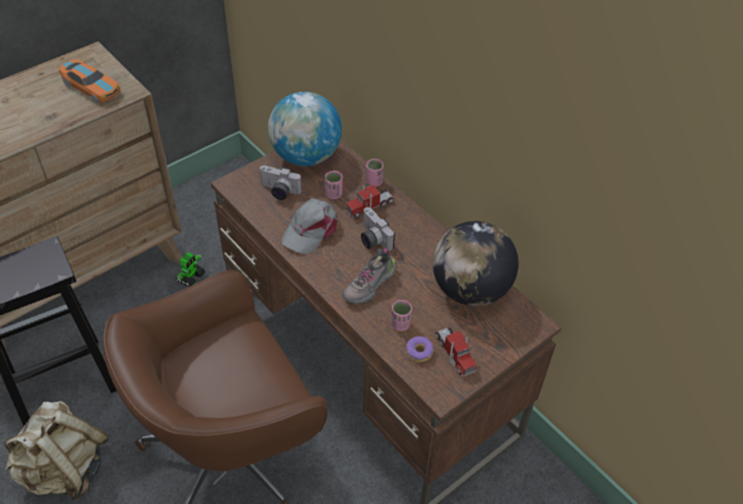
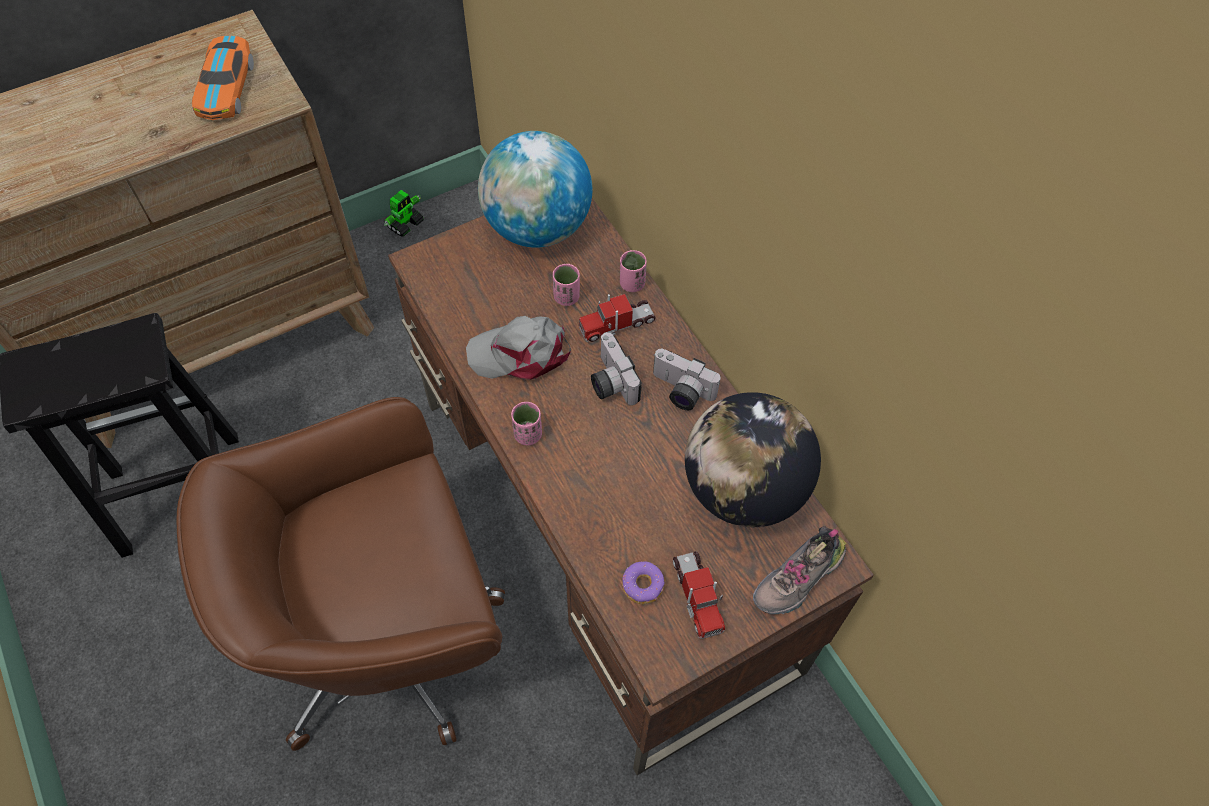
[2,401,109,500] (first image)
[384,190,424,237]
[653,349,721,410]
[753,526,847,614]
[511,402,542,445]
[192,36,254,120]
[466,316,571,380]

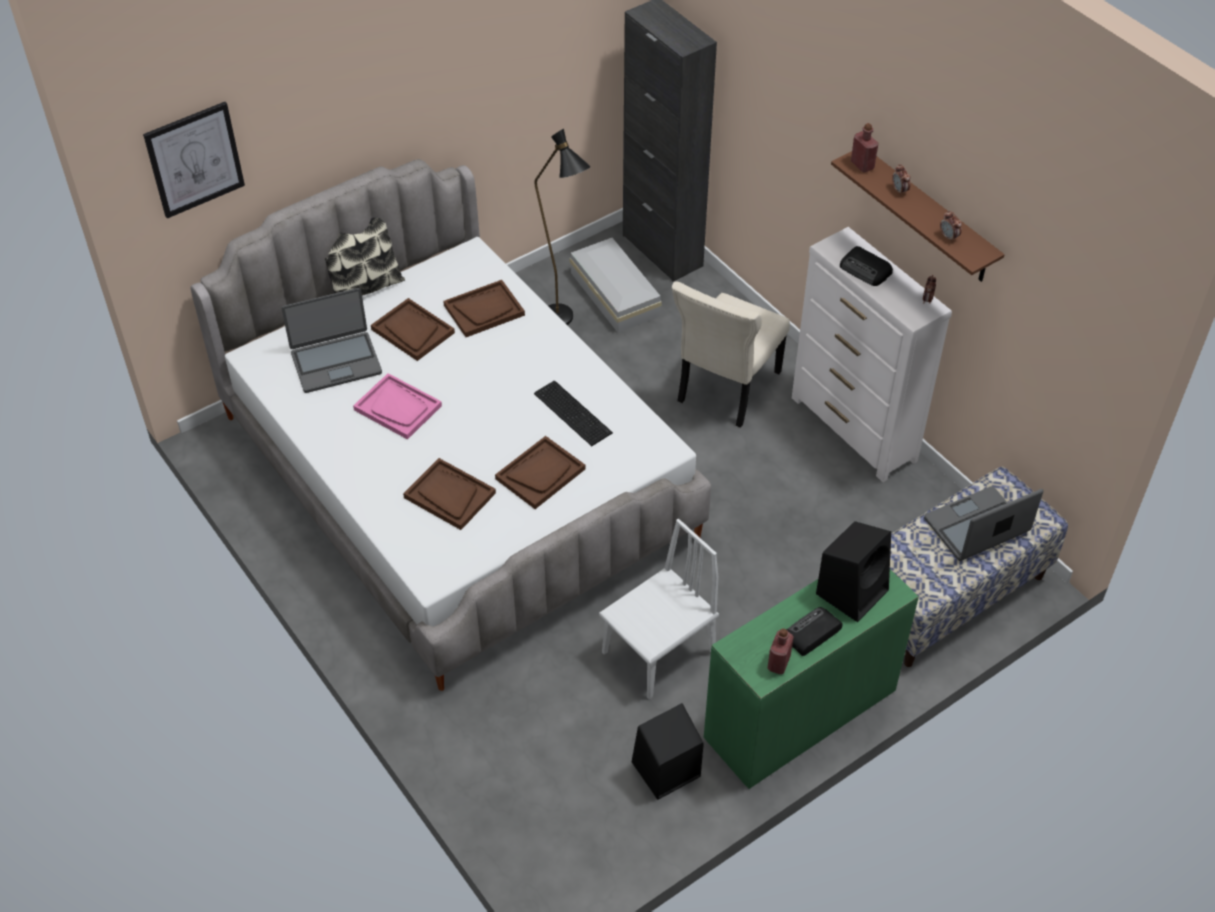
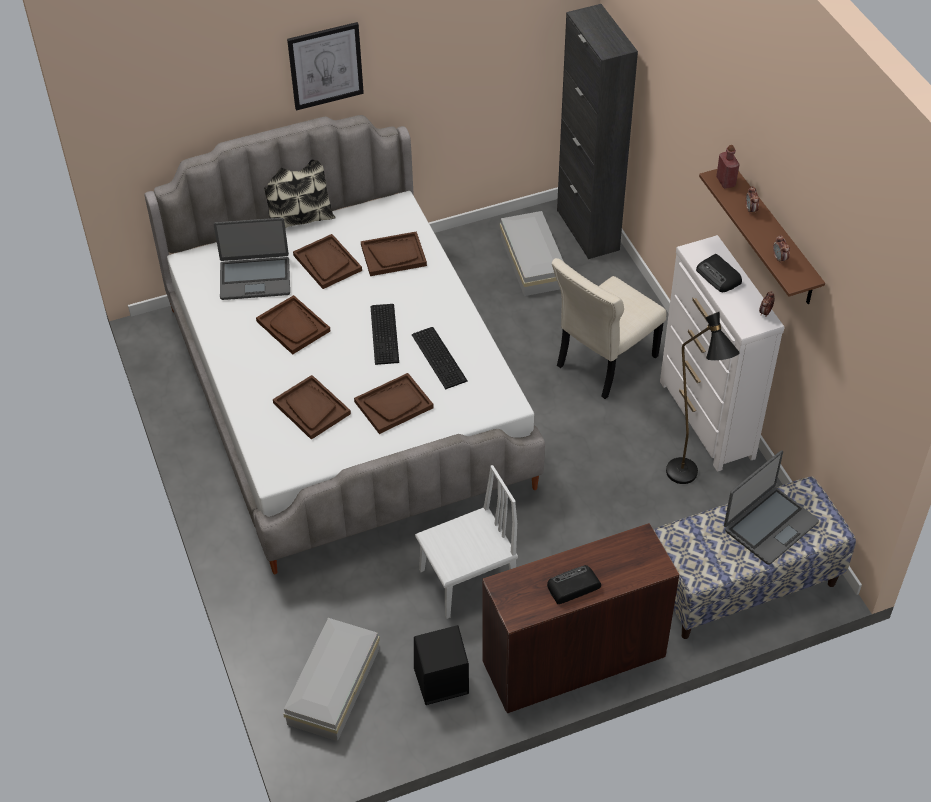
[768,628,794,674] (first image)
[816,521,891,622] (first image)
[283,618,380,741]
[370,304,399,365]
[287,22,364,111]
[666,311,740,484]
[256,295,330,355]
[482,523,679,713]
[724,450,819,565]

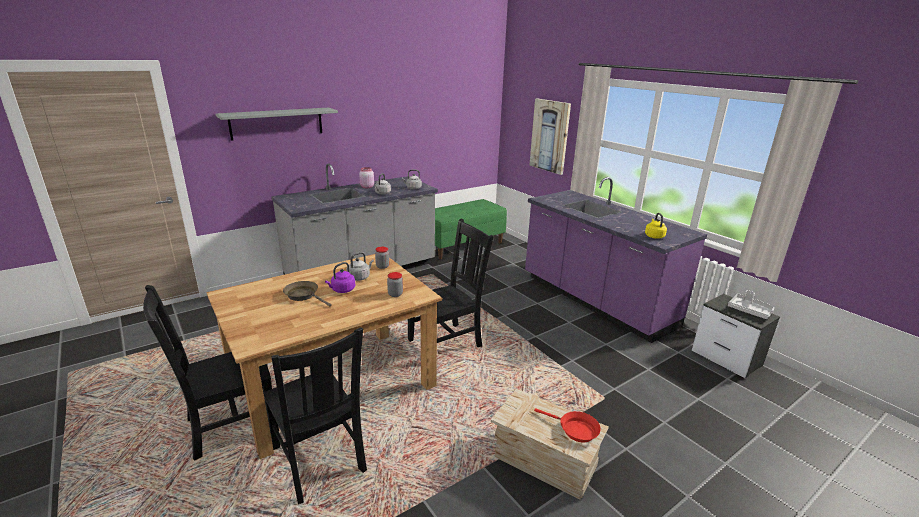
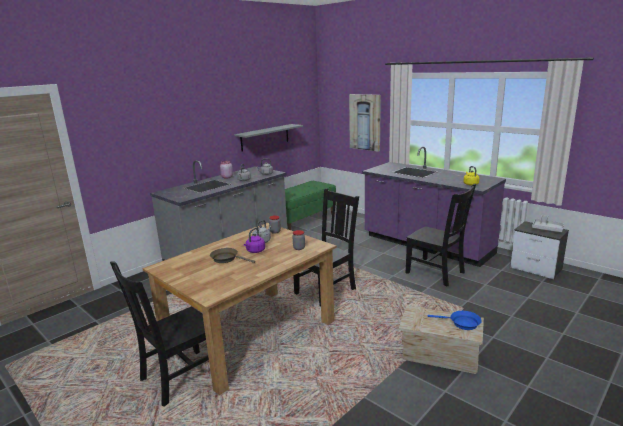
[234,124,303,152]
[406,184,476,286]
[428,311,482,330]

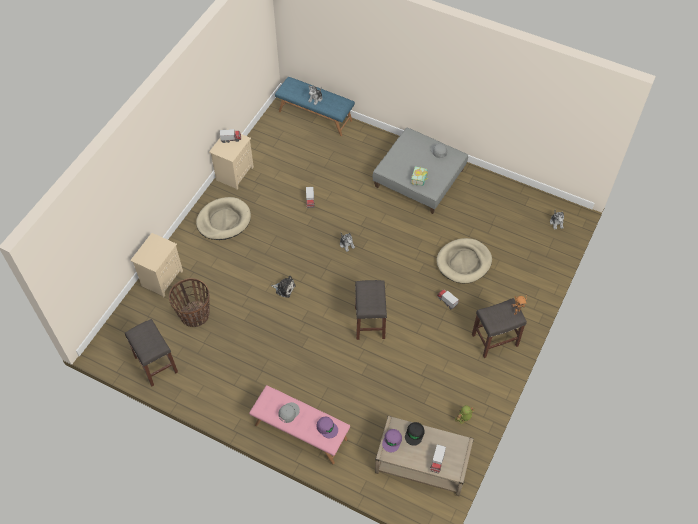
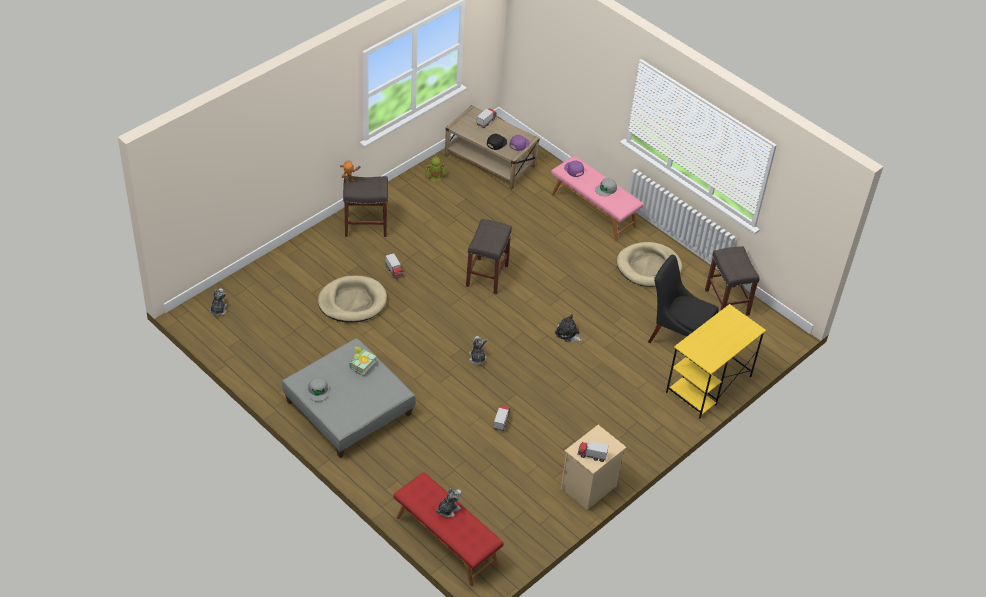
[617,242,682,287]
[666,304,766,419]
[648,255,719,343]
[393,472,504,586]

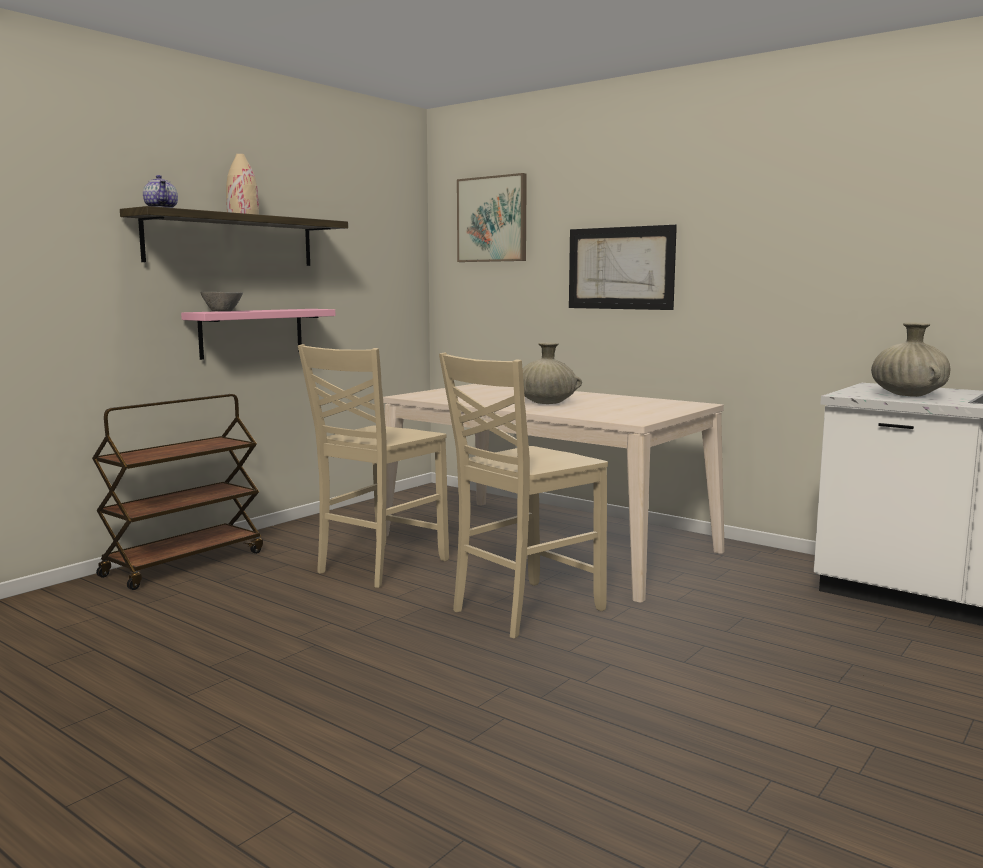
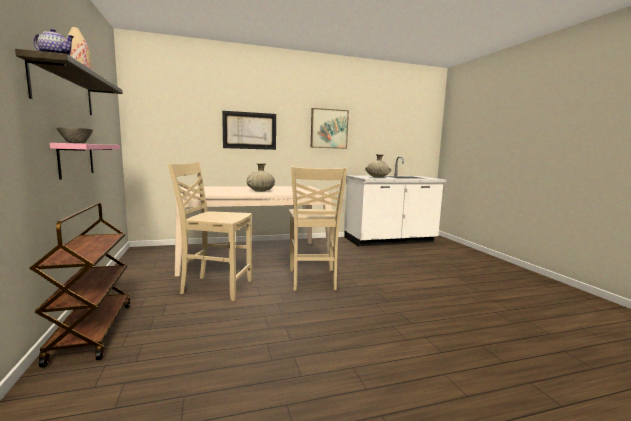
[311,108,349,149]
[168,162,252,301]

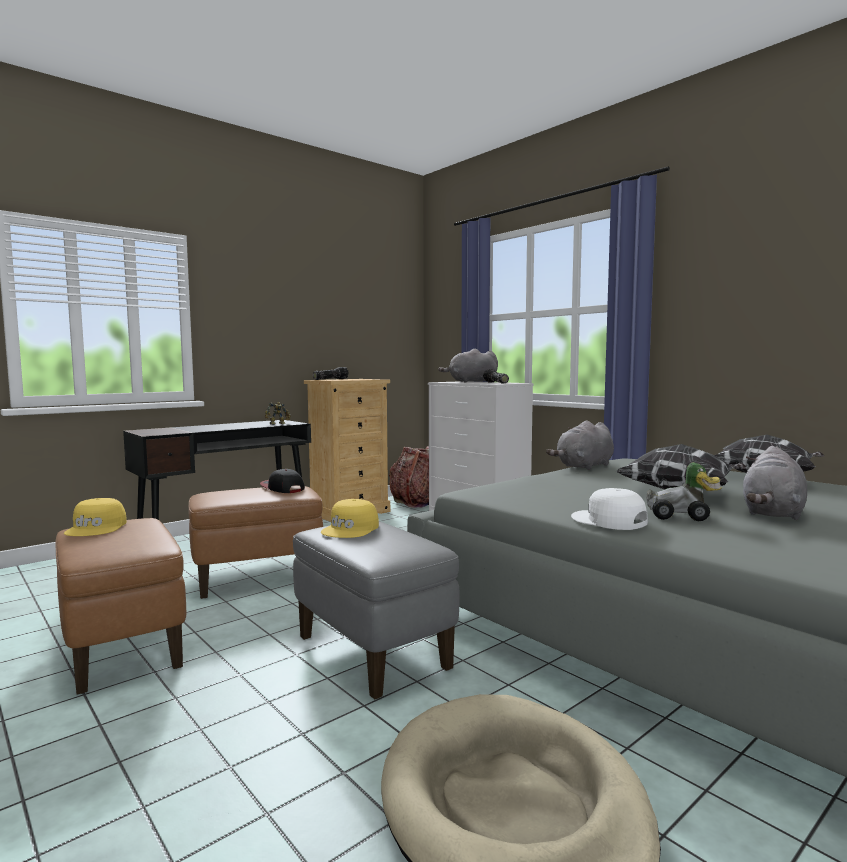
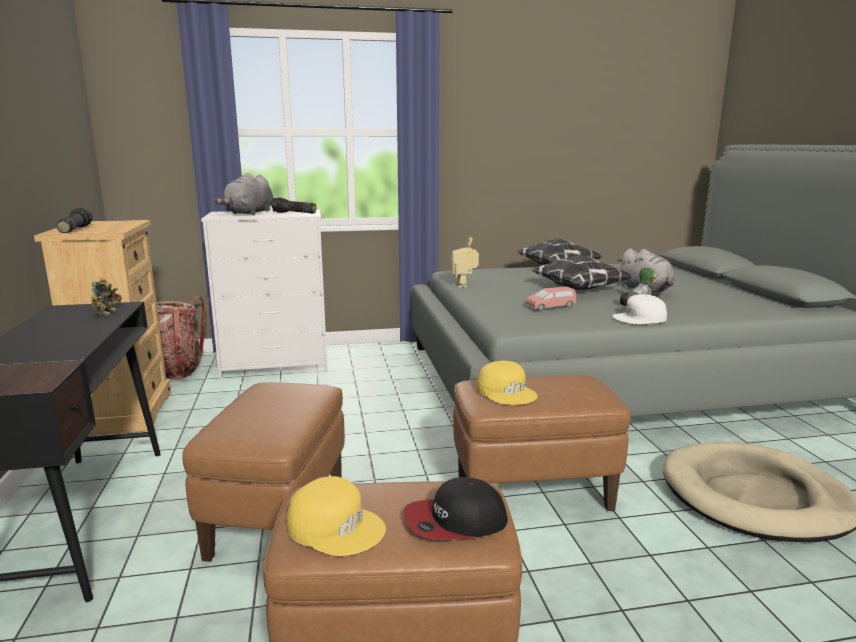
[525,286,576,311]
[404,477,508,540]
[452,237,479,287]
[453,375,631,511]

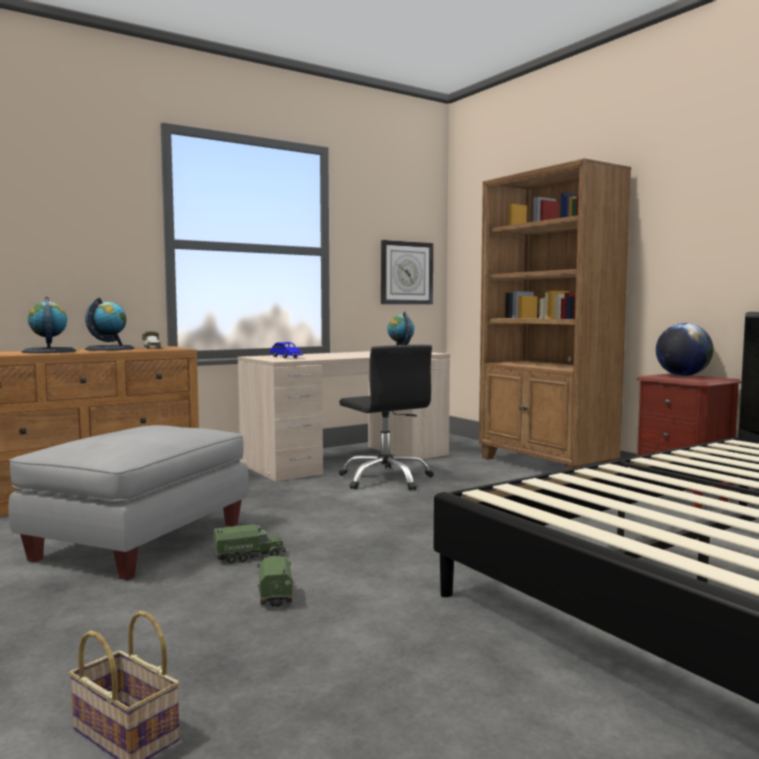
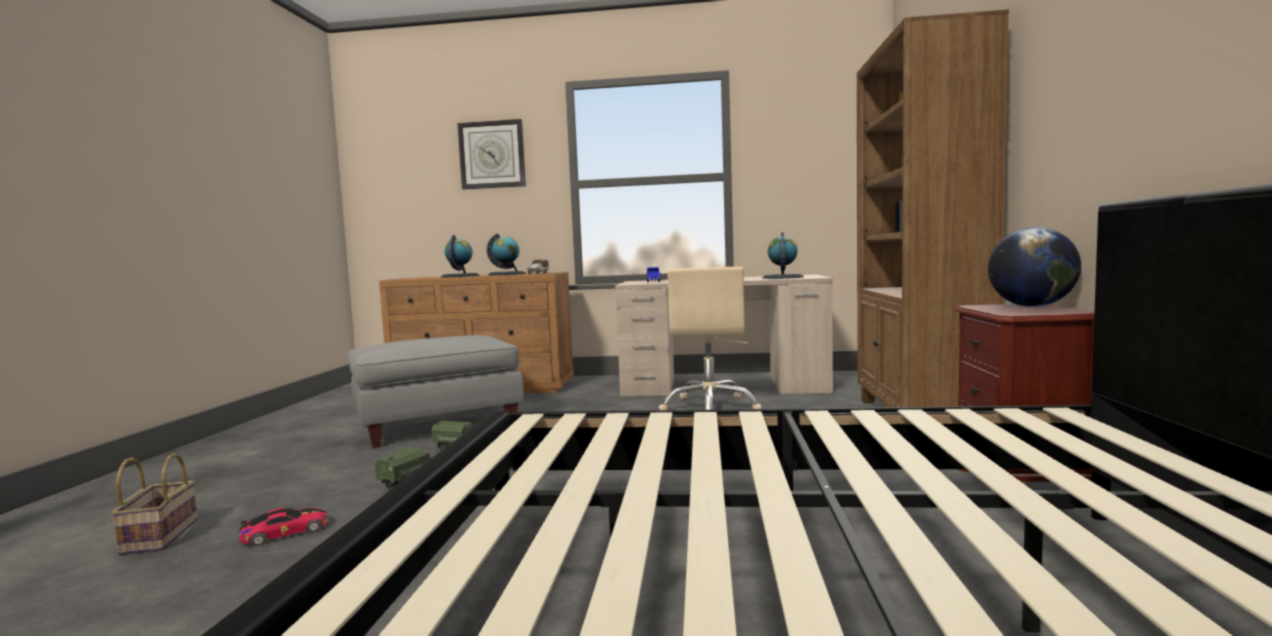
[239,507,329,546]
[458,119,526,190]
[659,267,762,410]

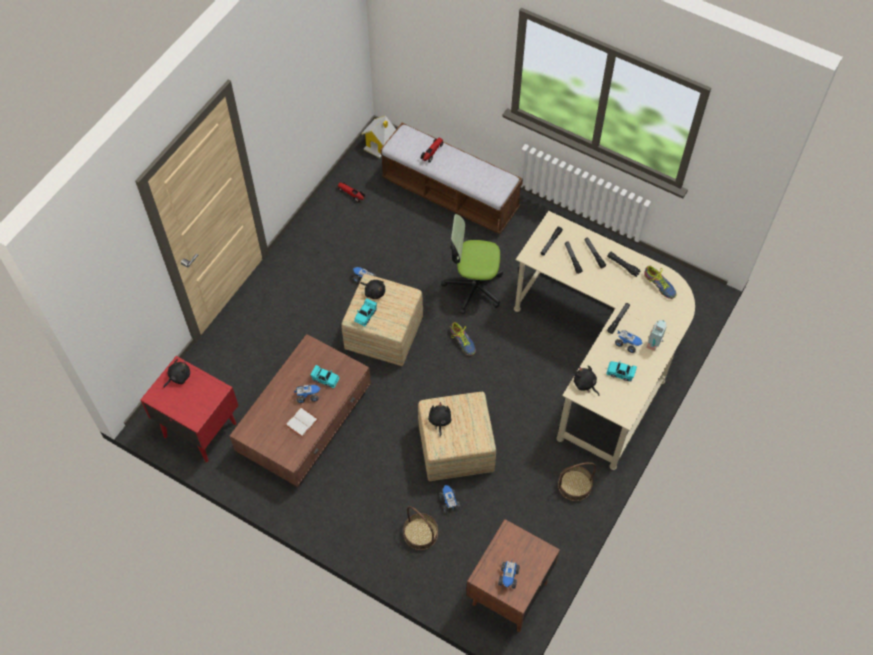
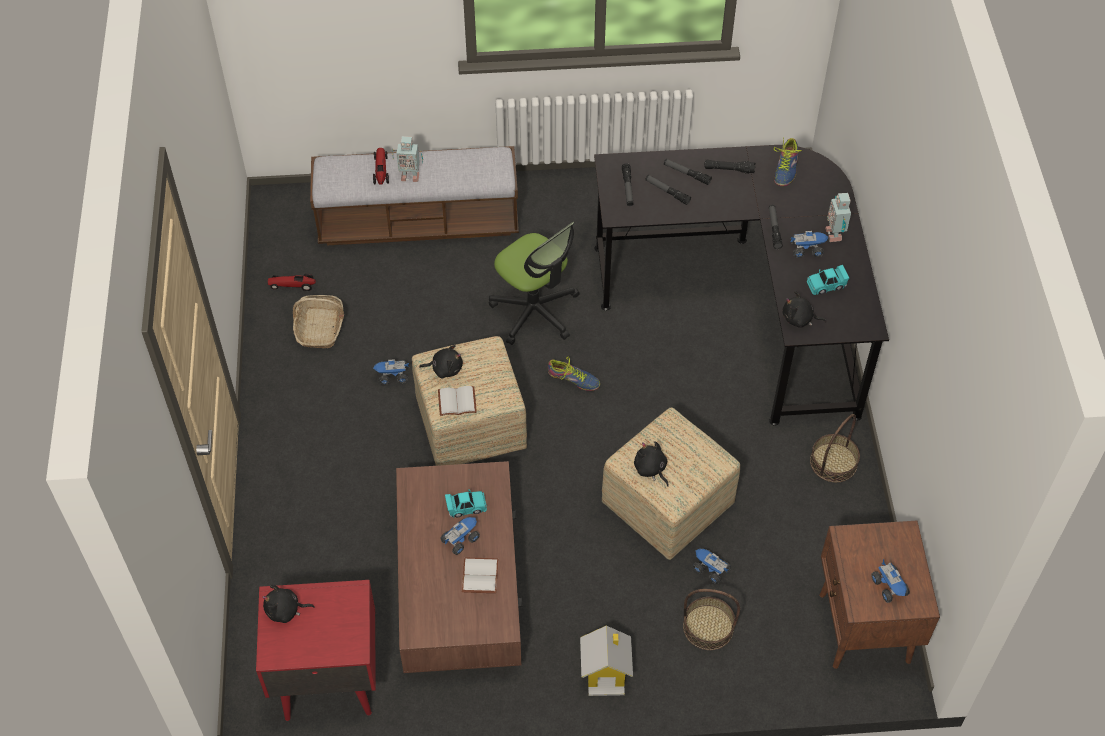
[293,295,344,348]
[392,136,423,182]
[580,626,633,696]
[438,386,477,416]
[594,145,889,426]
[262,585,315,623]
[489,222,579,345]
[774,138,802,186]

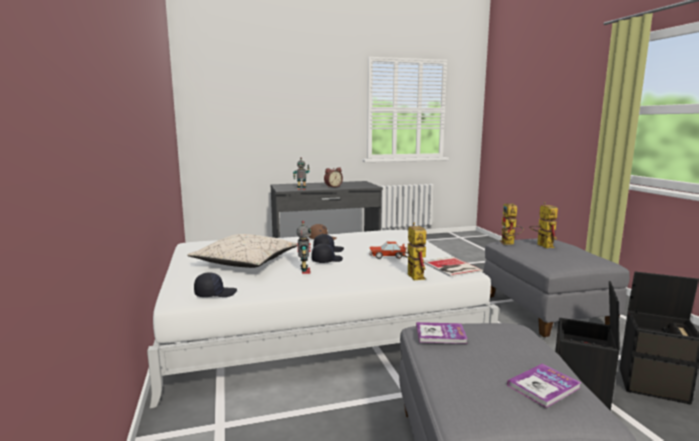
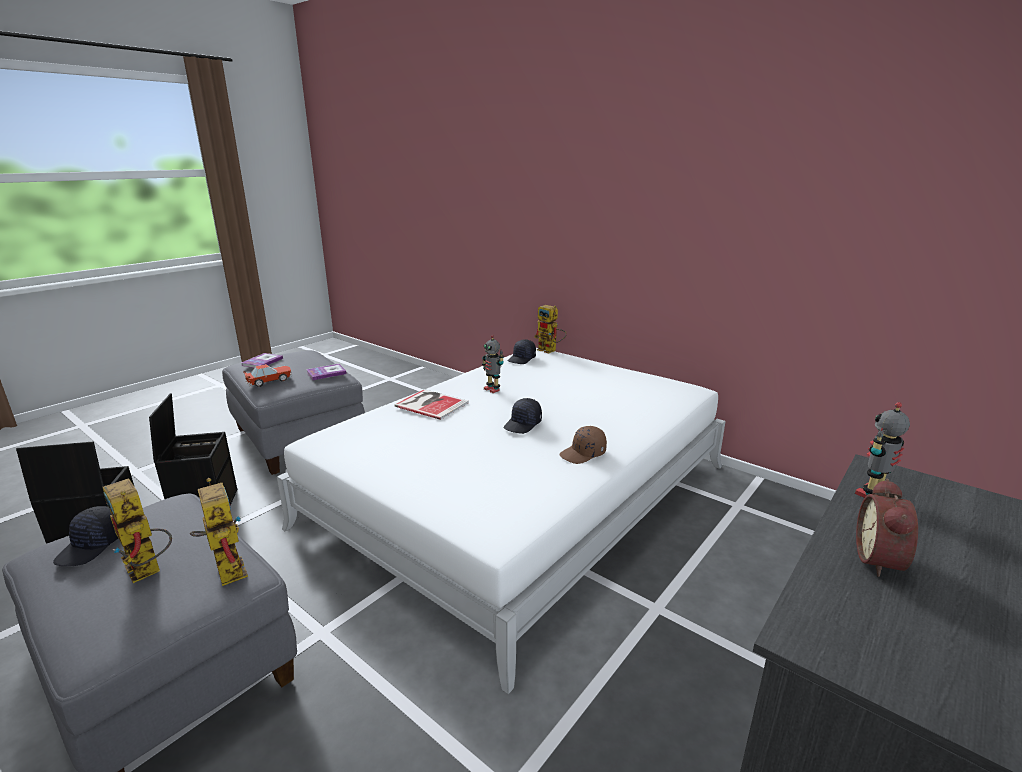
[187,234,297,268] (first image)
[53,506,118,566]
[243,364,292,387]
[534,305,567,353]
[394,389,469,420]

